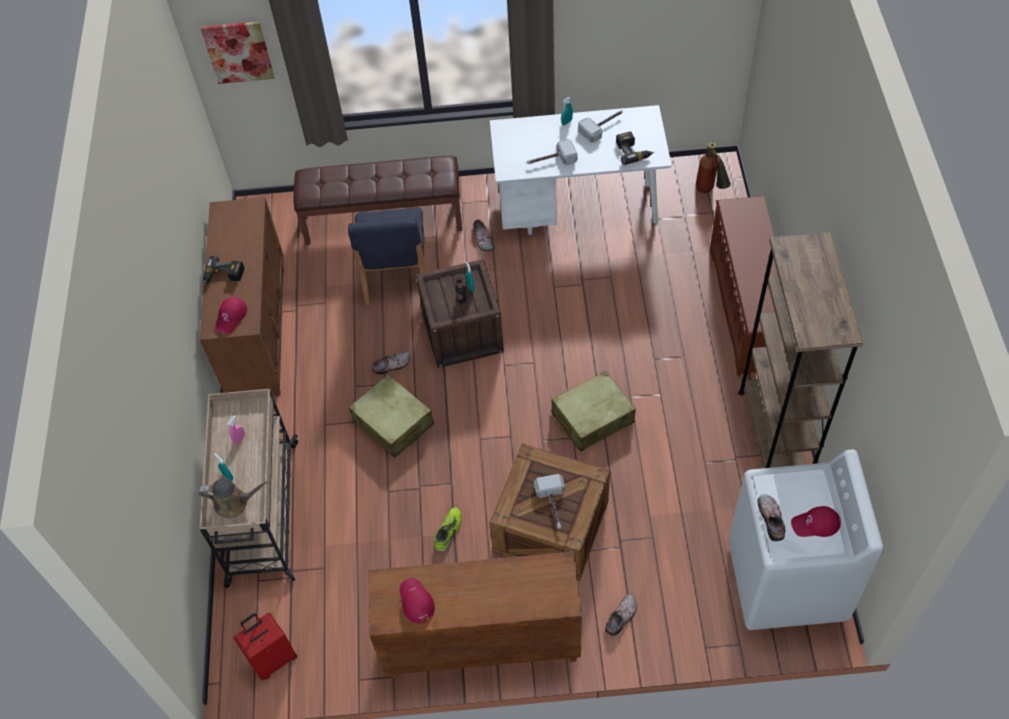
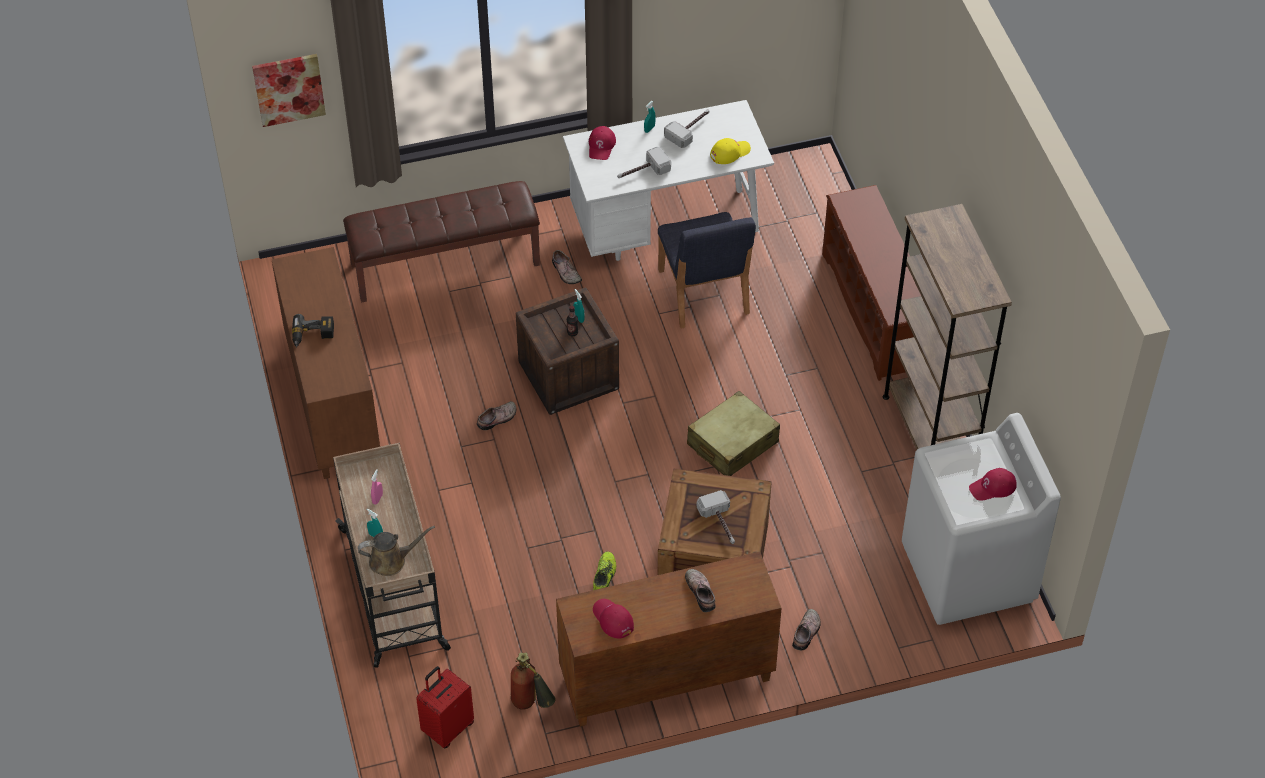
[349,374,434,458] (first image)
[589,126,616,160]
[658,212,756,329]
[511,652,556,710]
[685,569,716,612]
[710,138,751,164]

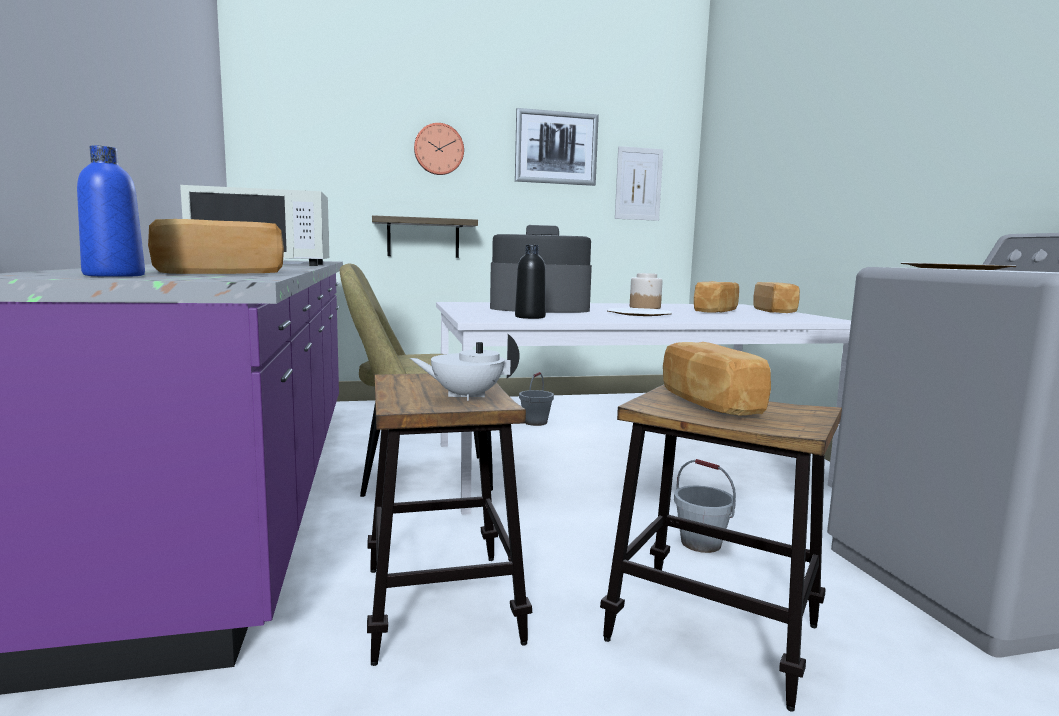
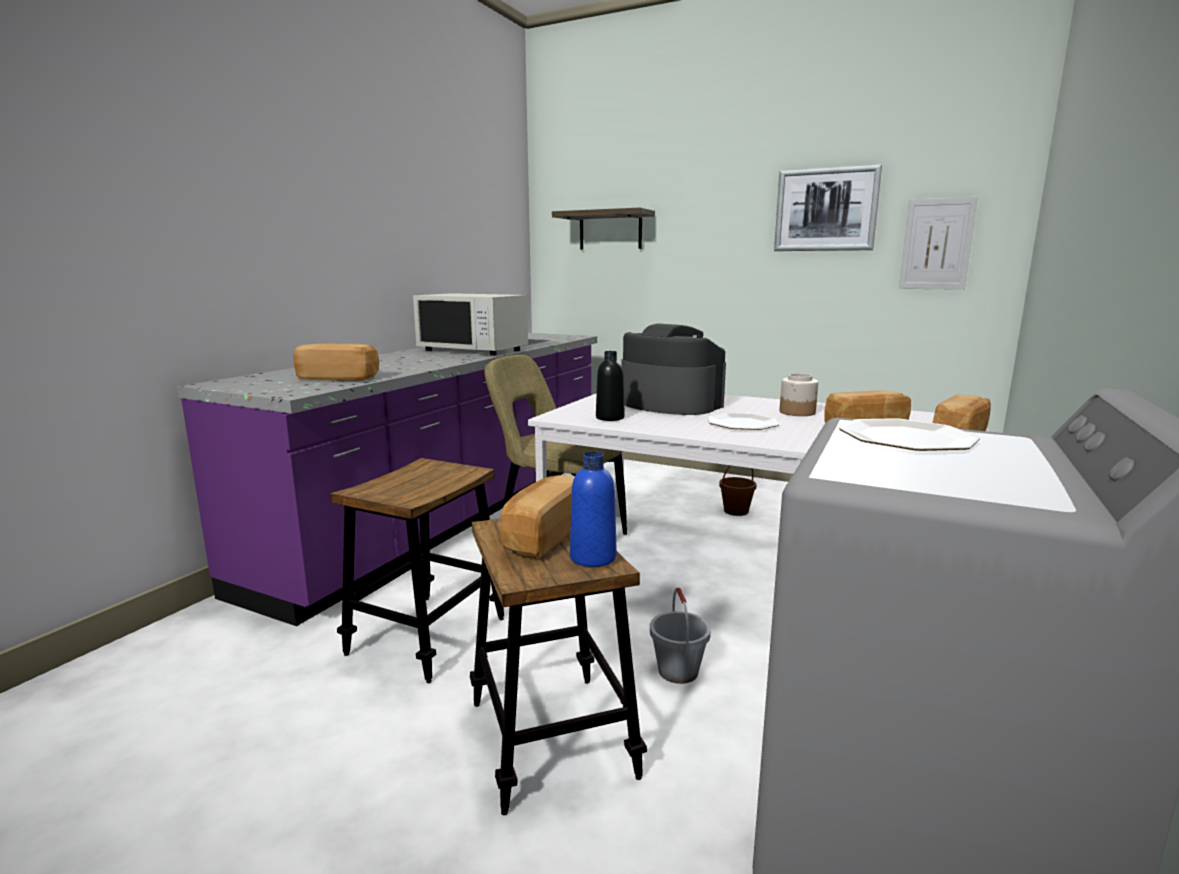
[410,333,520,401] (first image)
[414,123,464,175] (first image)
[570,452,616,567]
[552,207,655,250]
[719,465,757,516]

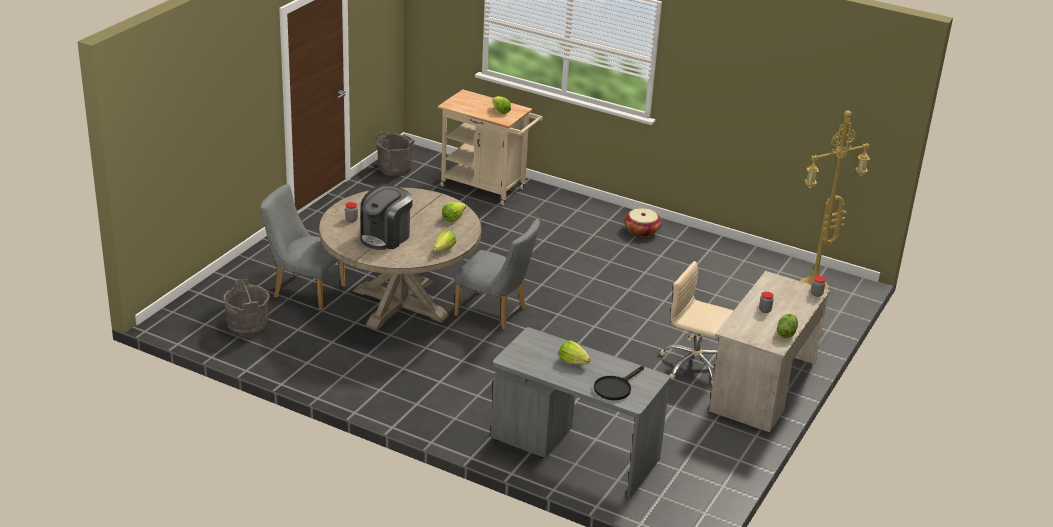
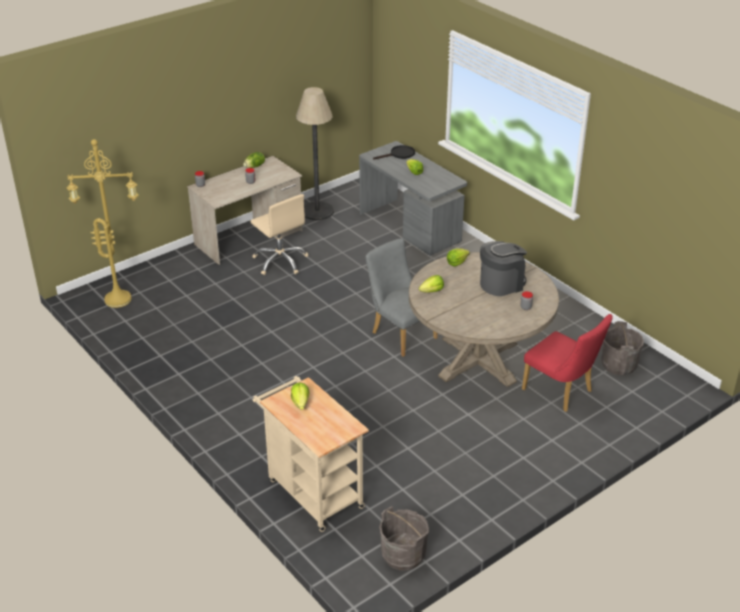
[624,208,662,237] (first image)
[296,87,334,220]
[522,314,613,412]

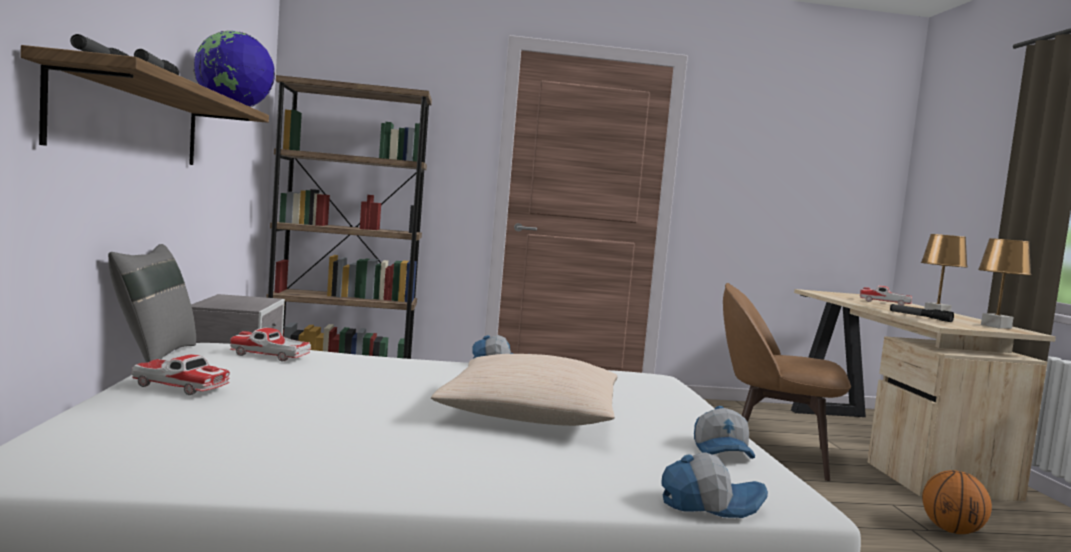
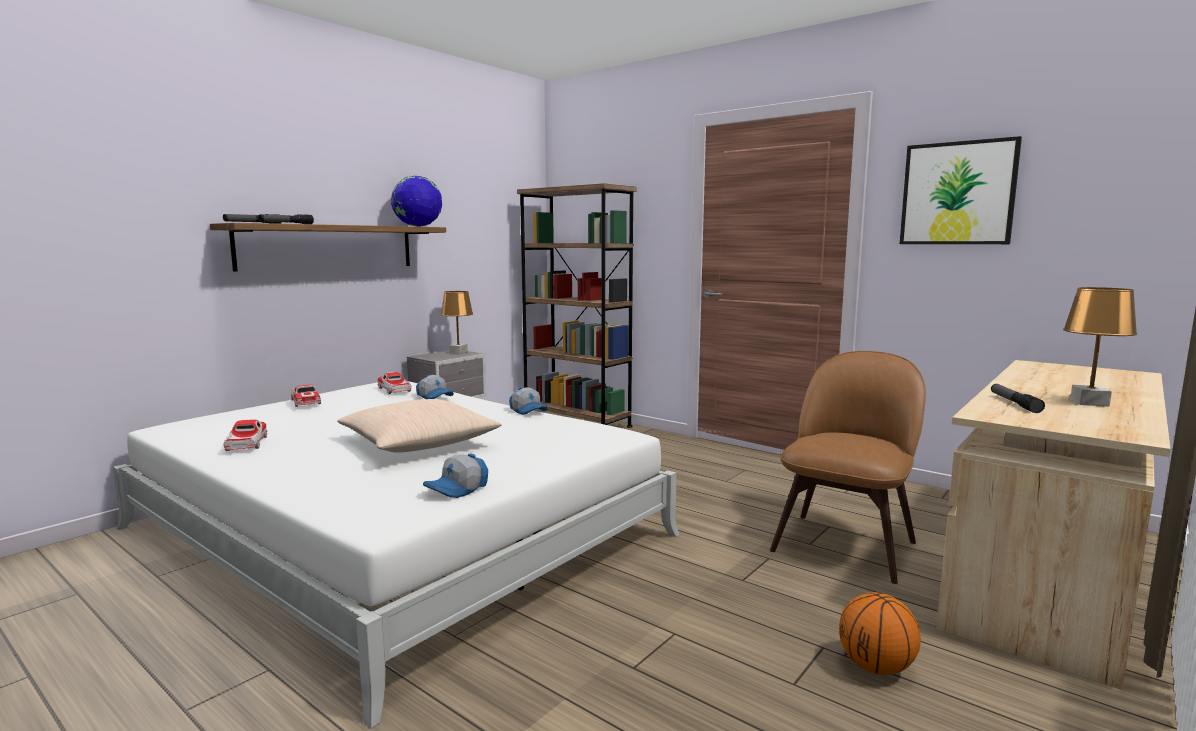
[108,244,196,363] (first image)
[900,136,1022,244]
[416,375,454,399]
[224,419,268,451]
[441,291,473,354]
[770,351,926,584]

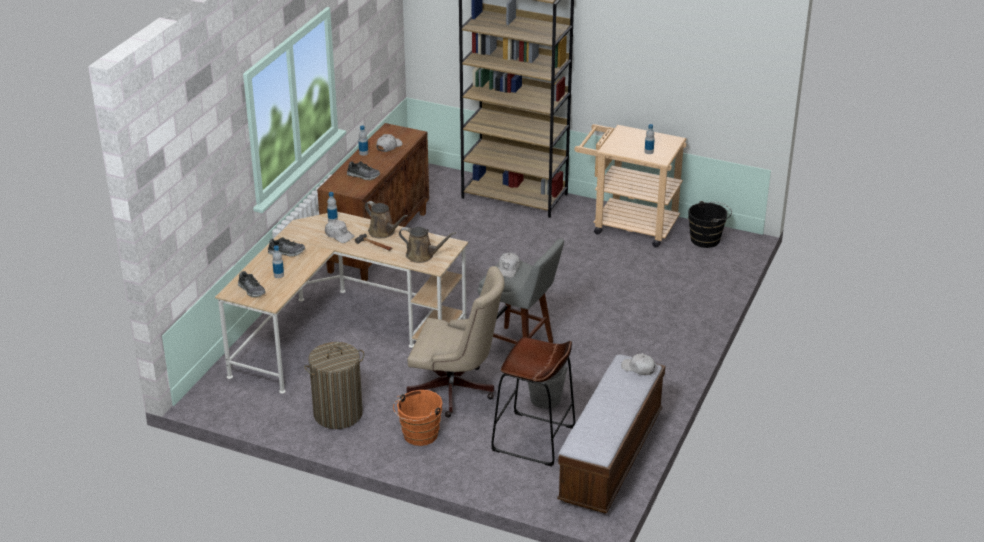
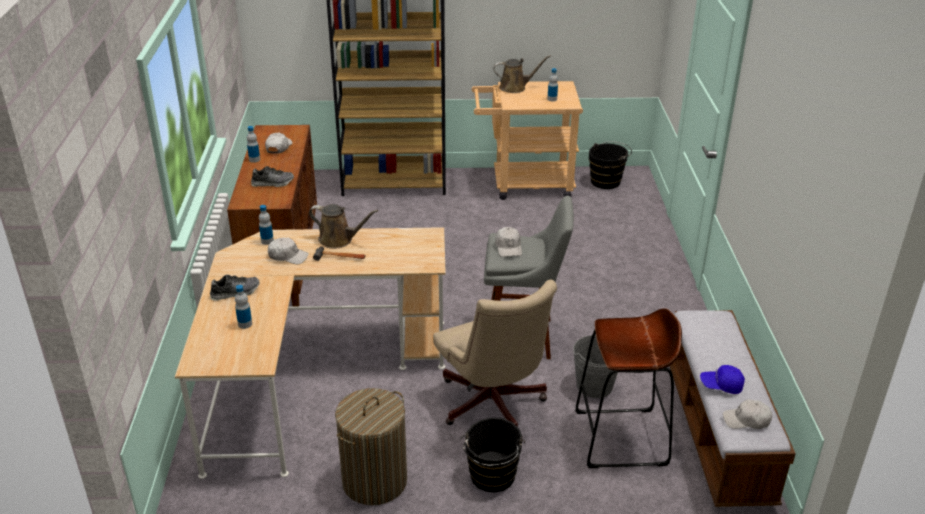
[238,271,266,297] (first image)
[700,365,745,394]
[493,55,551,93]
[723,399,772,429]
[461,417,525,492]
[433,280,557,427]

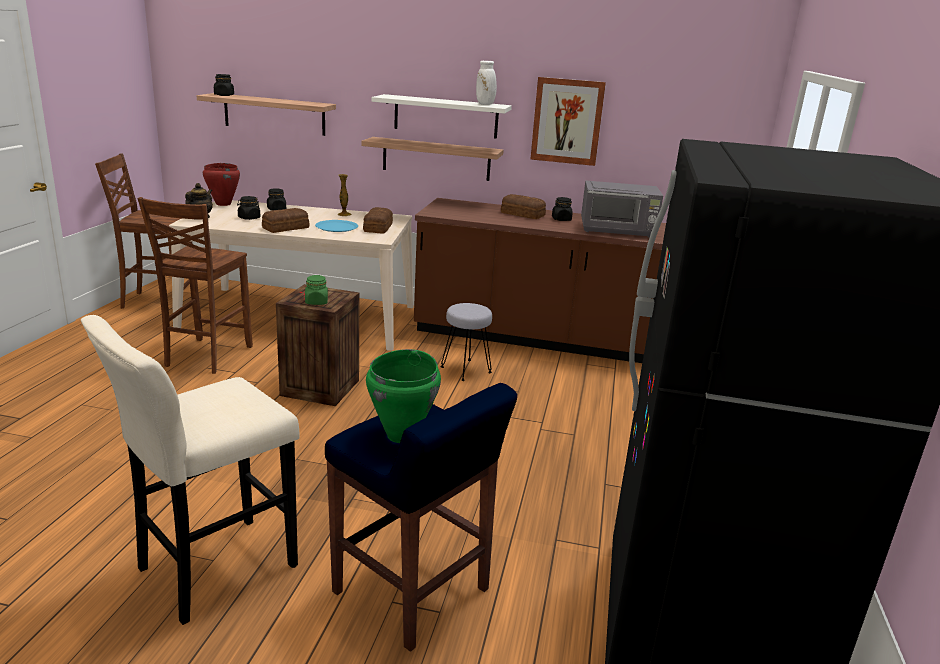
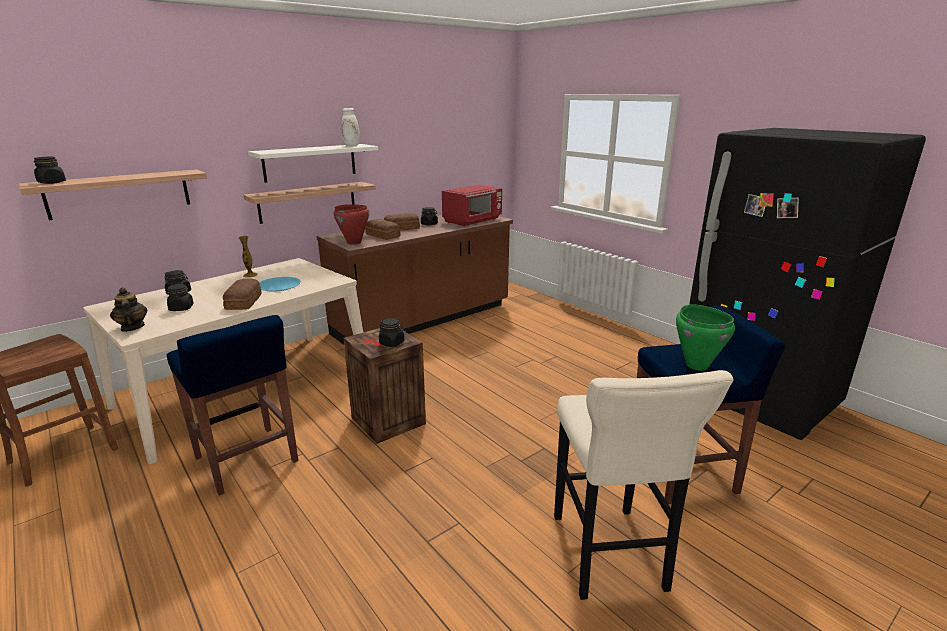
[441,303,492,381] (first image)
[530,77,606,166] (first image)
[334,204,369,245]
[365,219,400,240]
[166,315,298,496]
[379,318,405,347]
[442,185,502,227]

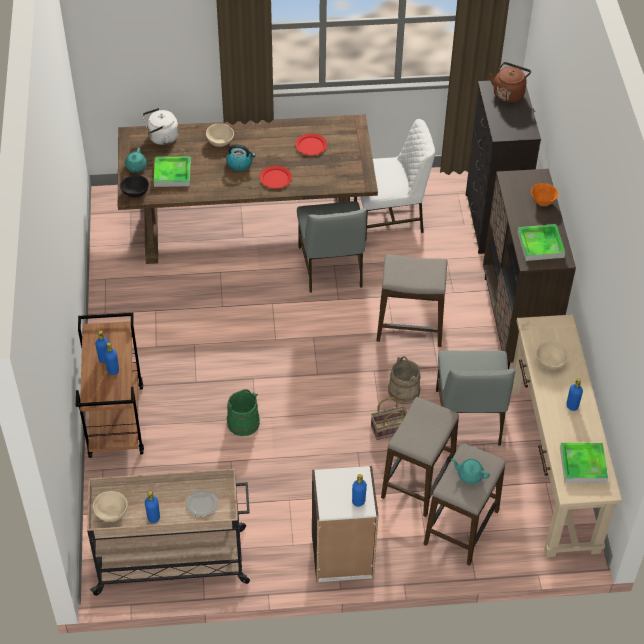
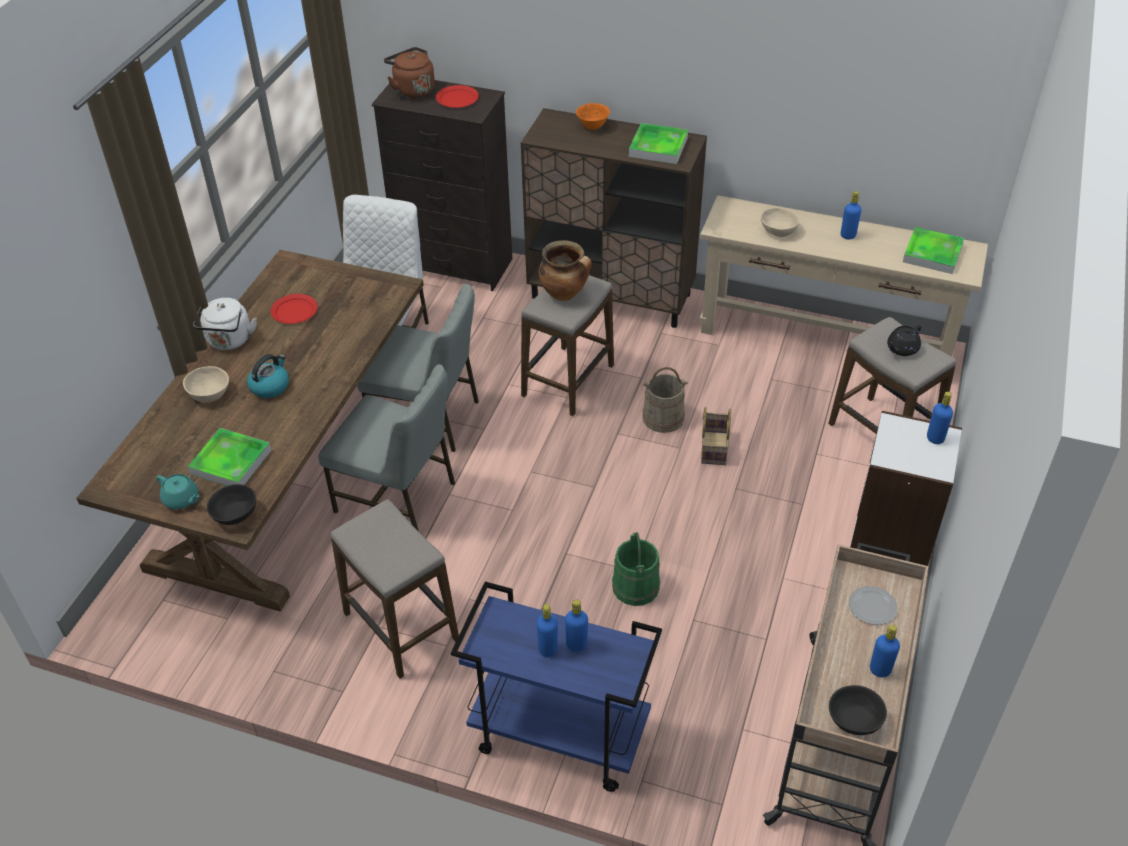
[539,240,592,301]
[193,298,257,350]
[436,85,479,108]
[331,499,459,679]
[318,364,455,532]
[451,582,662,792]
[829,685,887,735]
[887,325,921,356]

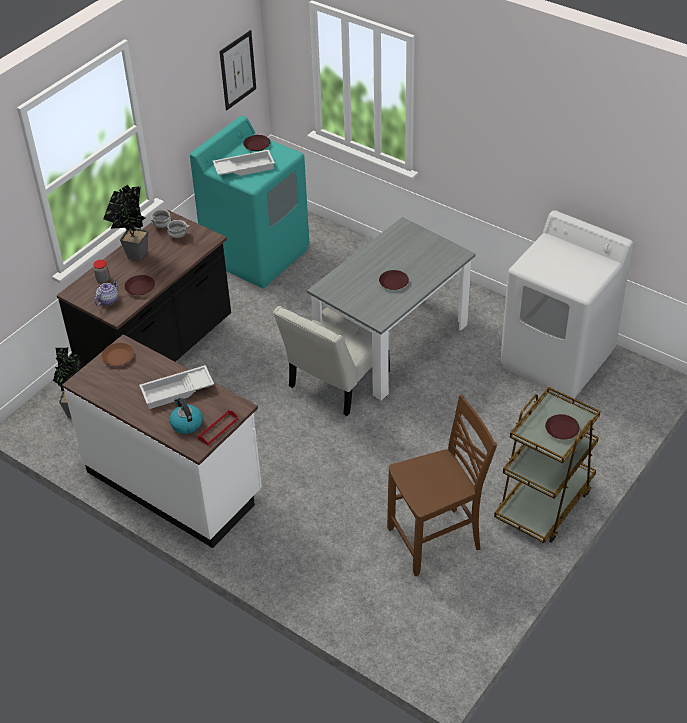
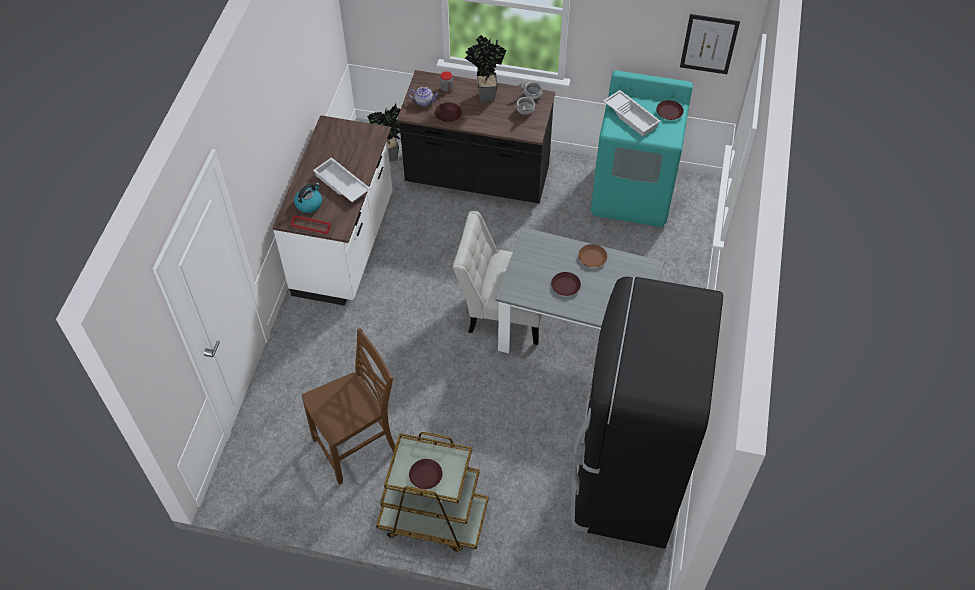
[578,244,607,267]
[571,277,723,549]
[302,328,396,485]

